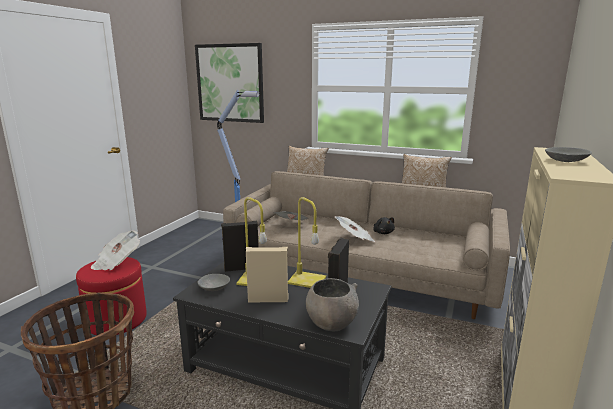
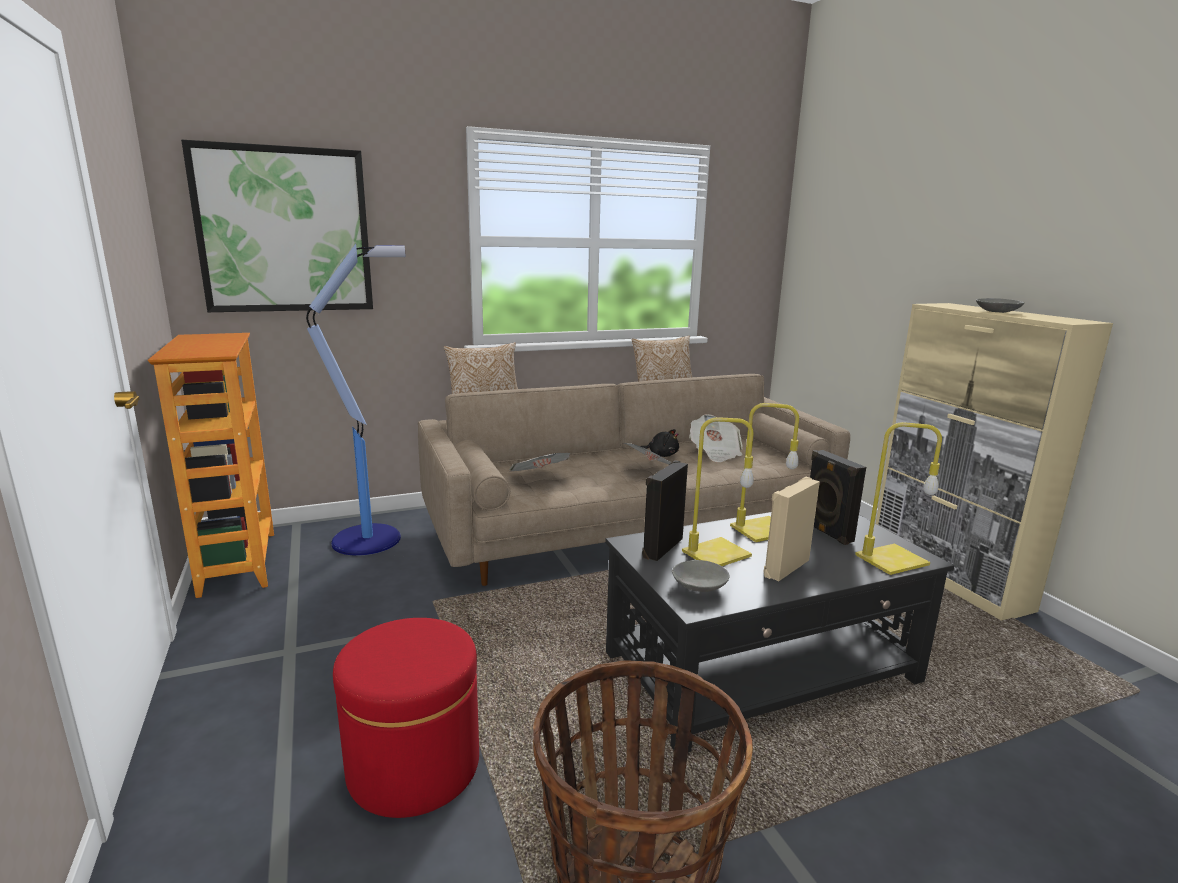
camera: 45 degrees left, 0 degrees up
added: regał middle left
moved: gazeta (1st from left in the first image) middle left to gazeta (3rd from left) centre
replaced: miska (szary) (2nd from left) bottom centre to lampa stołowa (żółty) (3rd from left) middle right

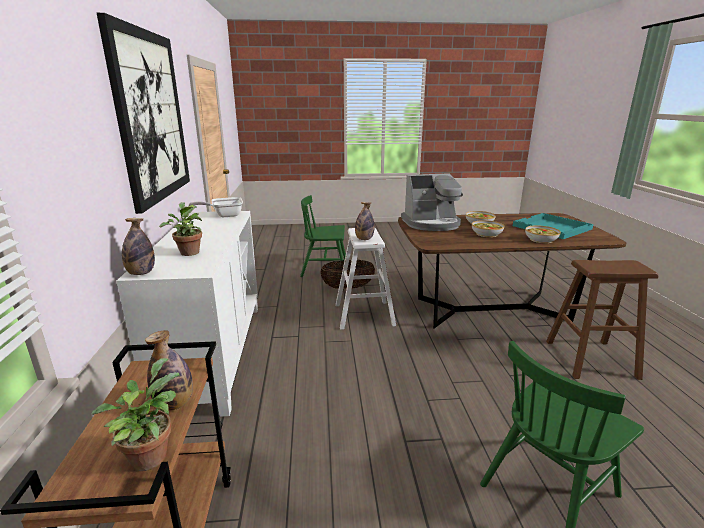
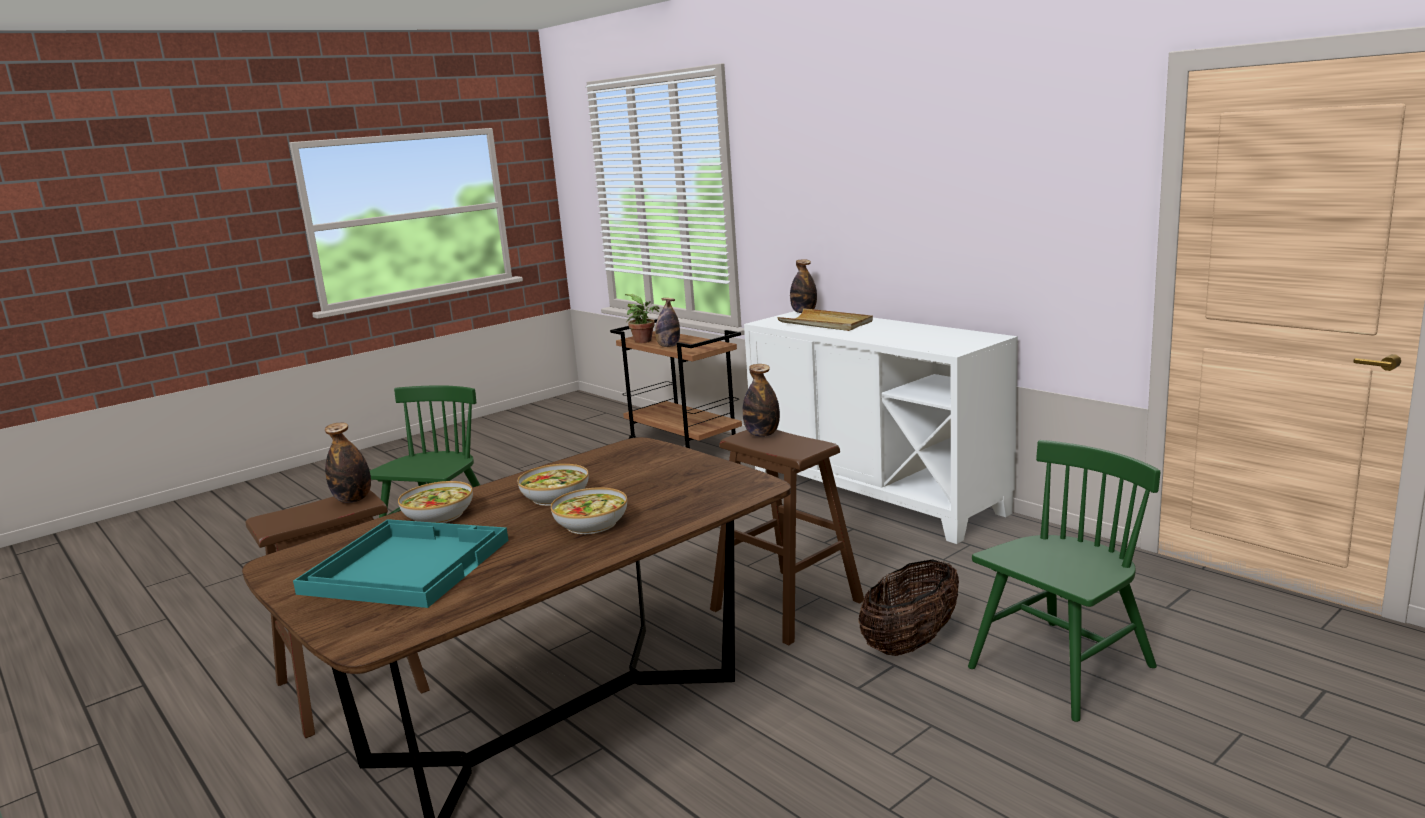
camera: 145 degrees right, 5 degrees down
removed: obraz top left; ekspres do kawy centre; patelnia middle left
added: butelka (1st from left) middle left
replaced: roślina doniczkowa (2nd from left) middle left to taca (beżowy) centre
recoloured: stołek (biały) centre to stołek (brązowy) (2nd from left) centre

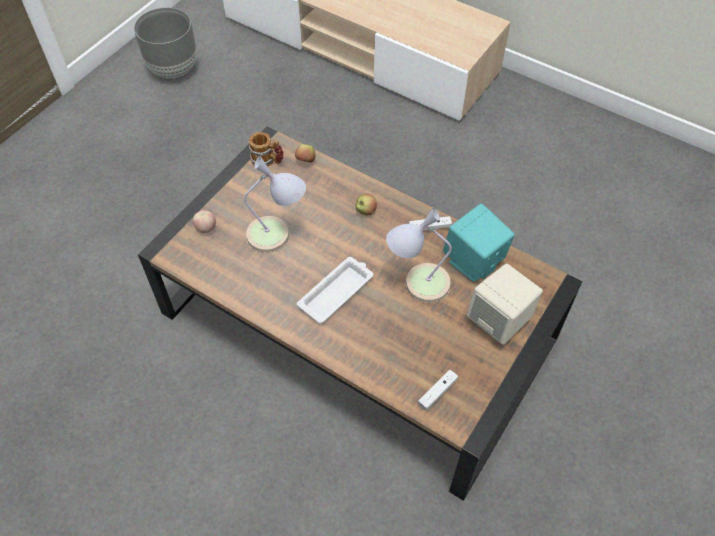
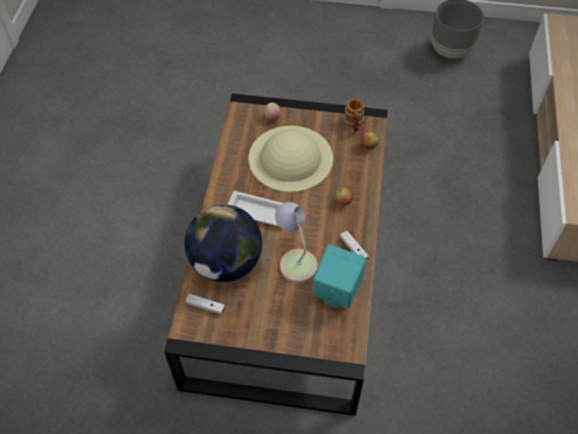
camera: 65 degrees right, 0 degrees up
removed: głośnik (beżowy) middle right
added: globus centre
replaced: lampa stołowa (1st from left) centre to kapelusz (beżowy) centre

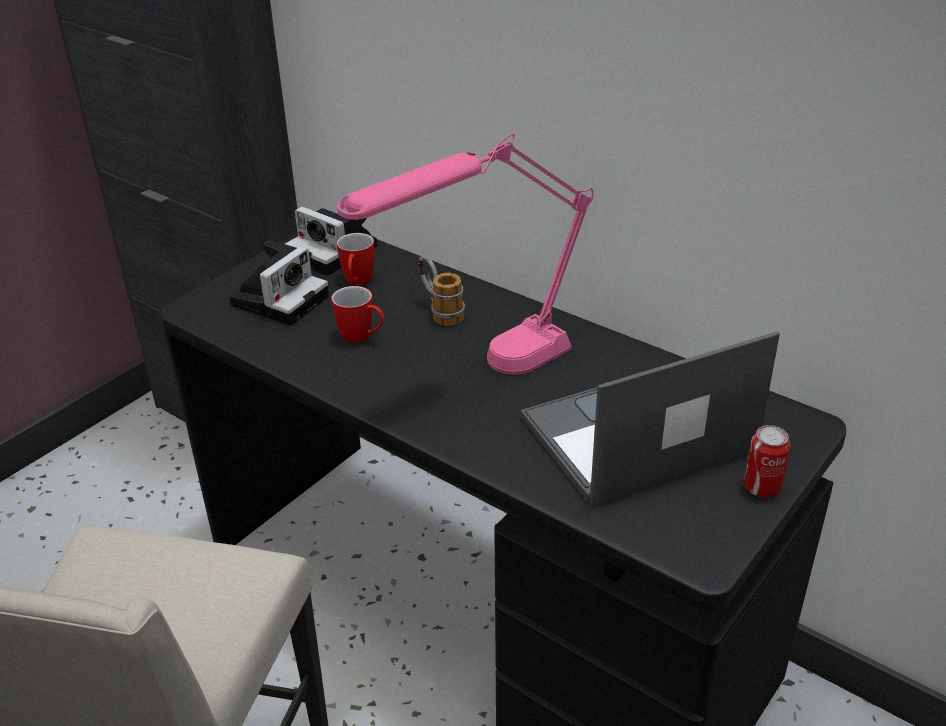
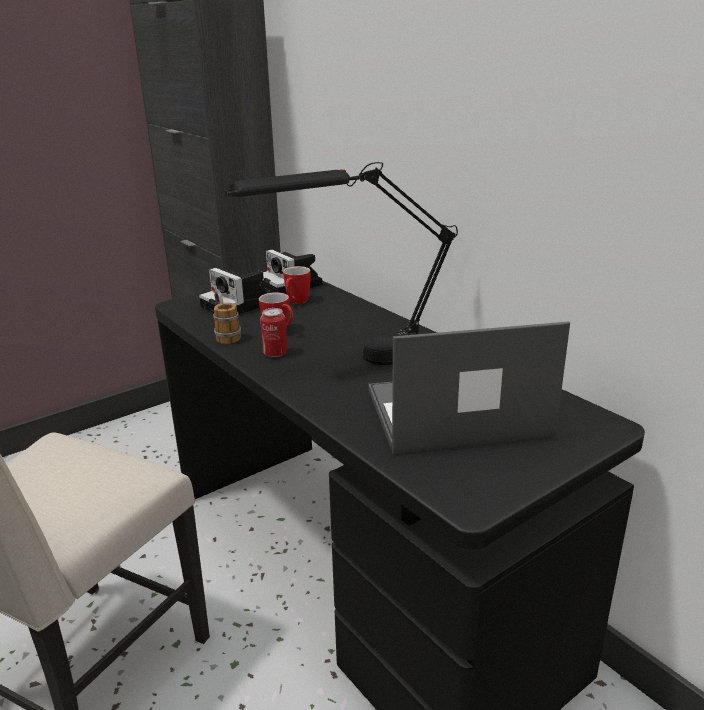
camera: 15 degrees right, 10 degrees down
moved: kubek (3rd from left in the first image) centre to kubek (1st from left) middle left; puszka middle right to centre
recoloured: lampa stołowa (różowy) centre to lampa stołowa (czarny) centre
turned: aparat fotograficzny (1st from left) middle left = middle left 90 degrees clockwise

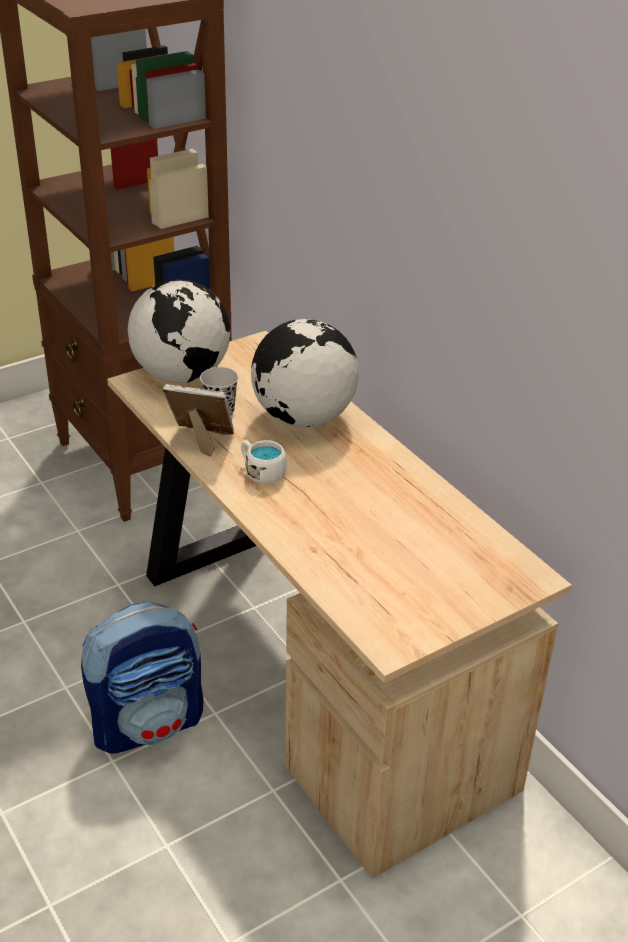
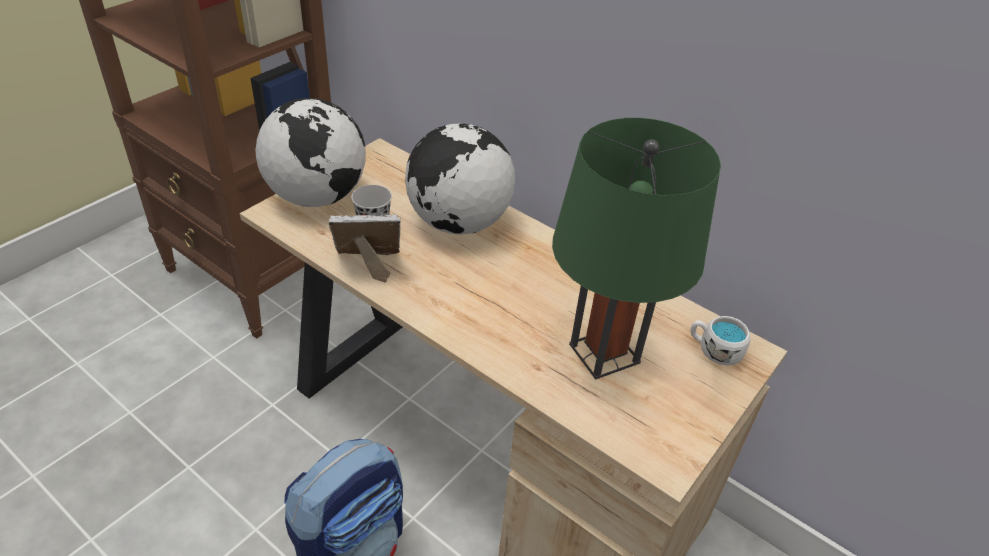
camera: 20 degrees left, 5 degrees up
added: lampa stołowa (zielony) centre
moved: kubek (biały) centre to middle right

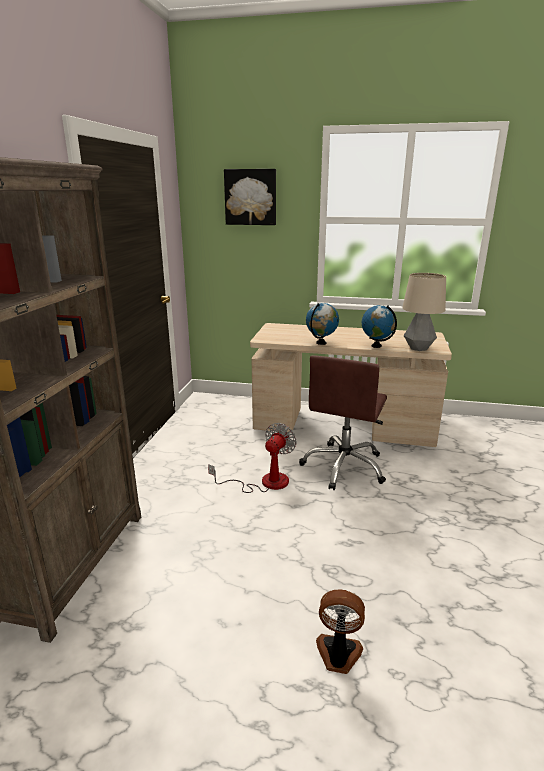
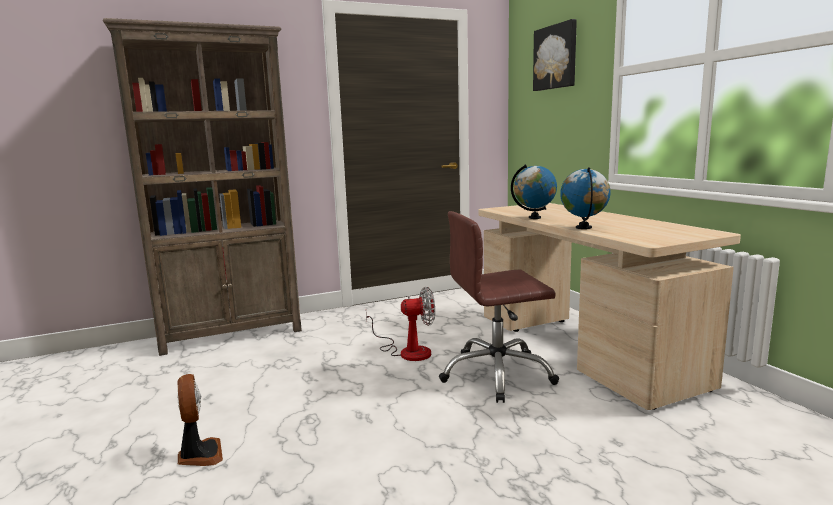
camera: 55 degrees right, 10 degrees down
removed: lampa stołowa middle right

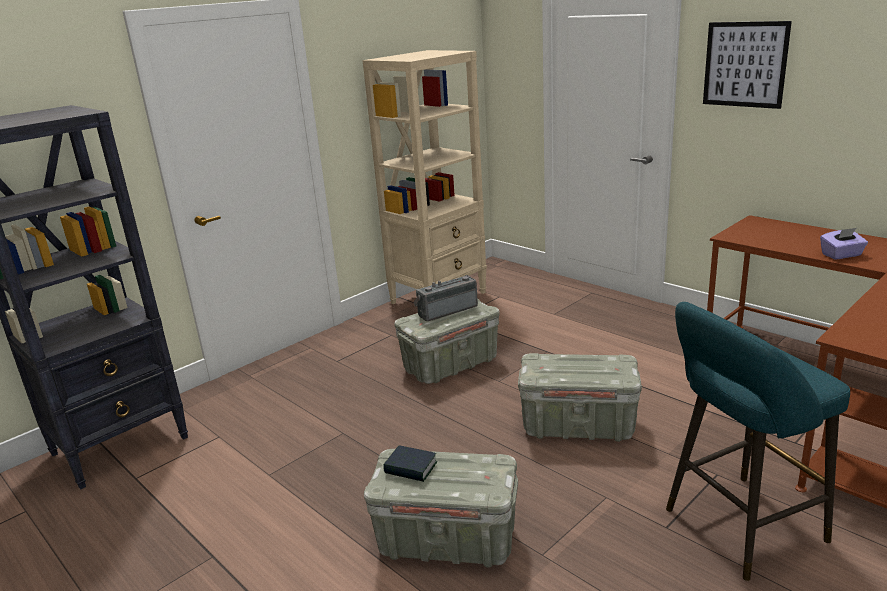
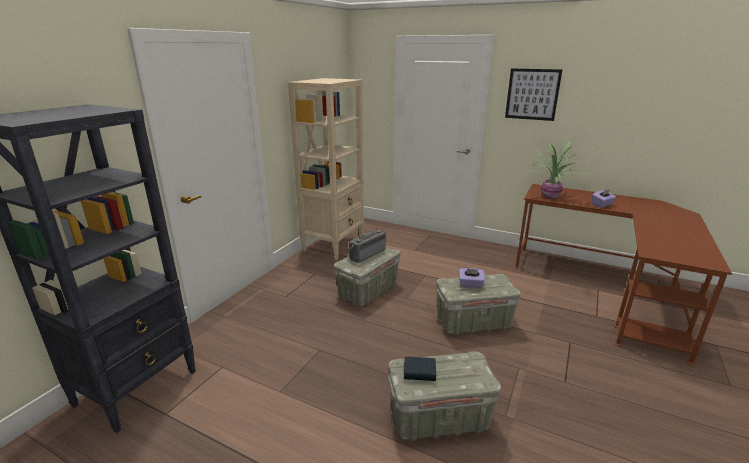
camera: 20 degrees left, 0 degrees up
removed: stołek (turkusowy) bottom right
added: roślina doniczkowa middle right; pudełko chusteczek (fioletowy) (1st from left) centre

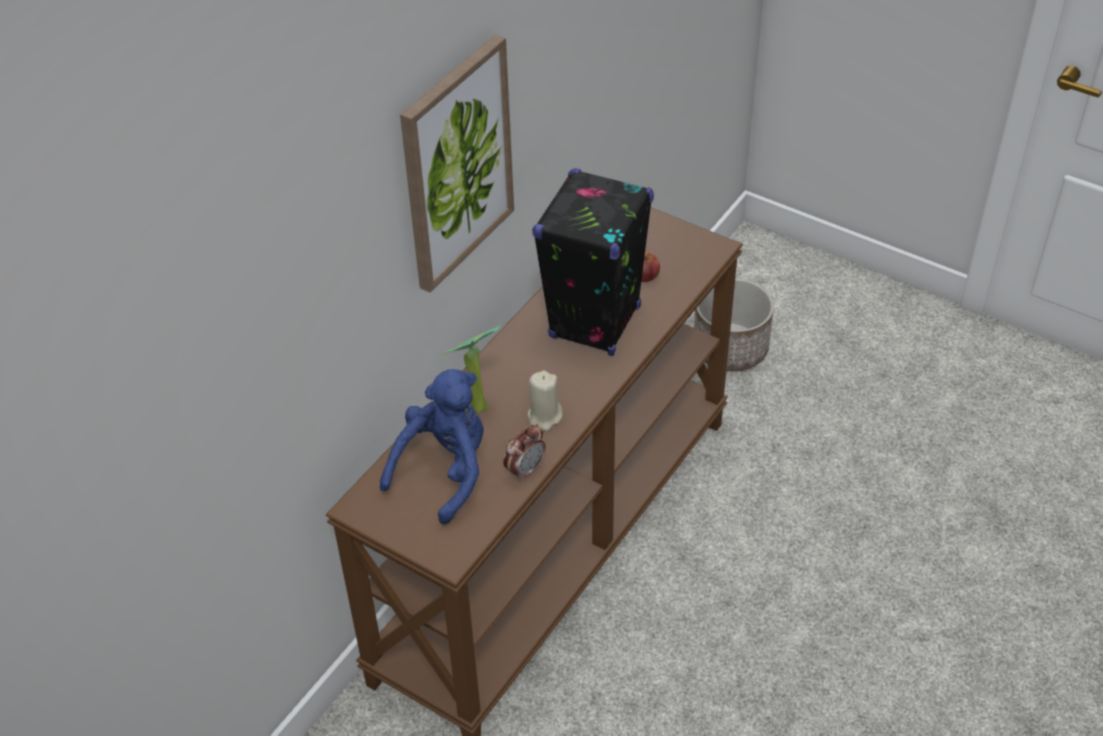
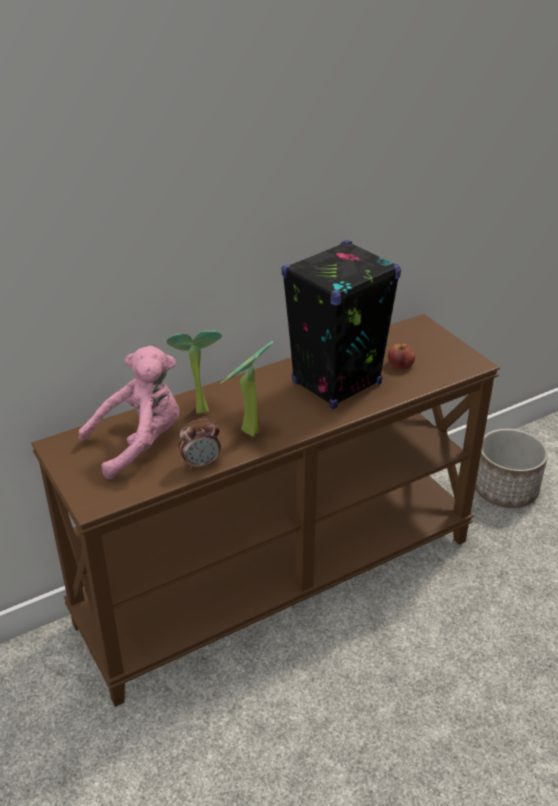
camera: 25 degrees right, 10 degrees down
removed: obraz top centre
replaced: świeca (beżowy) centre to roślina doniczkowa (2nd from left) centre
recoloured: pluszak (niebieski) centre to pluszak (różowy) middle left

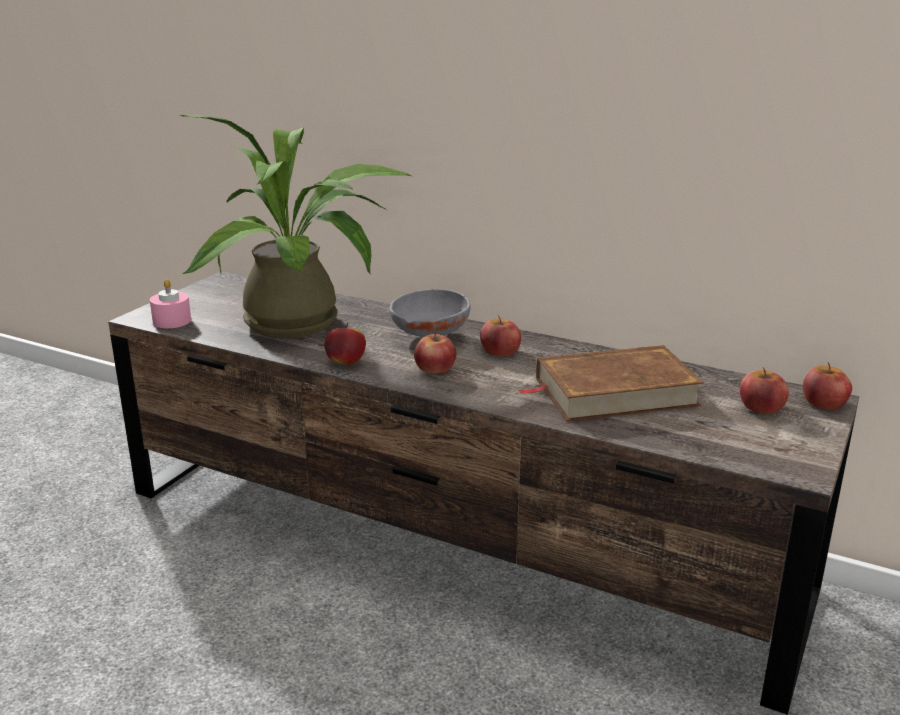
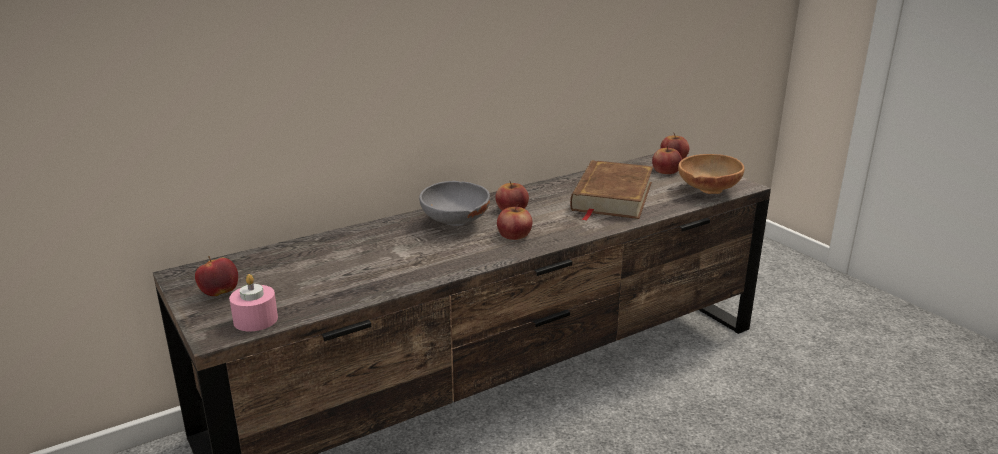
camera: 60 degrees left, 0 degrees up
removed: roślina doniczkowa top left
added: miska (brązowy) middle right
moved: jabłko (1st from left) centre to middle left

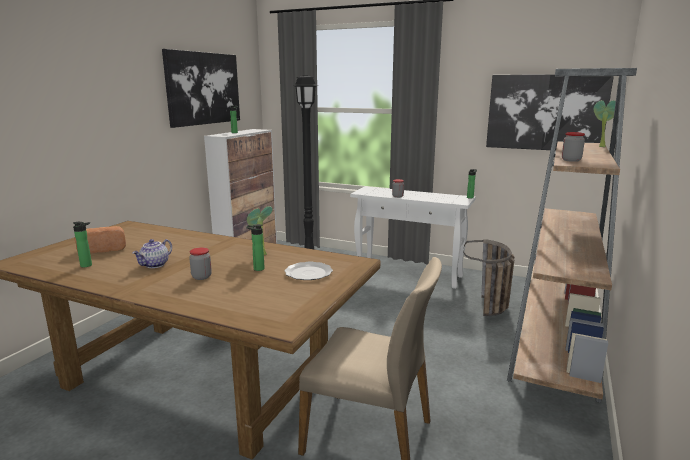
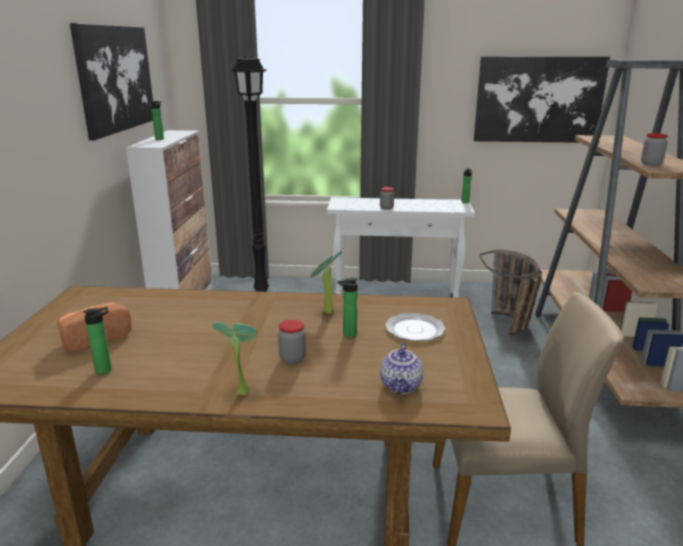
camera: 20 degrees left, 5 degrees up
moved: roślina doniczkowa (2nd from left in the first image) top right to roślina doniczkowa (1st from left) centre; imbryk middle left to bottom centre

